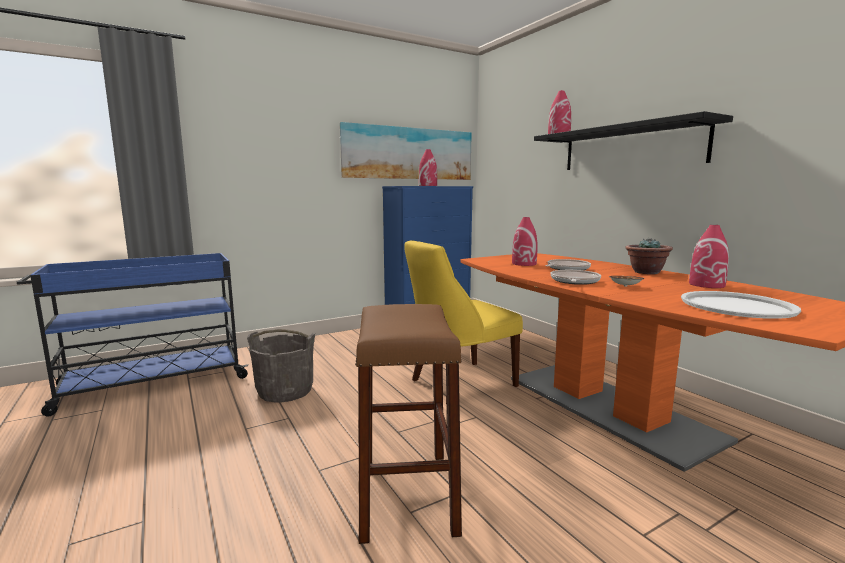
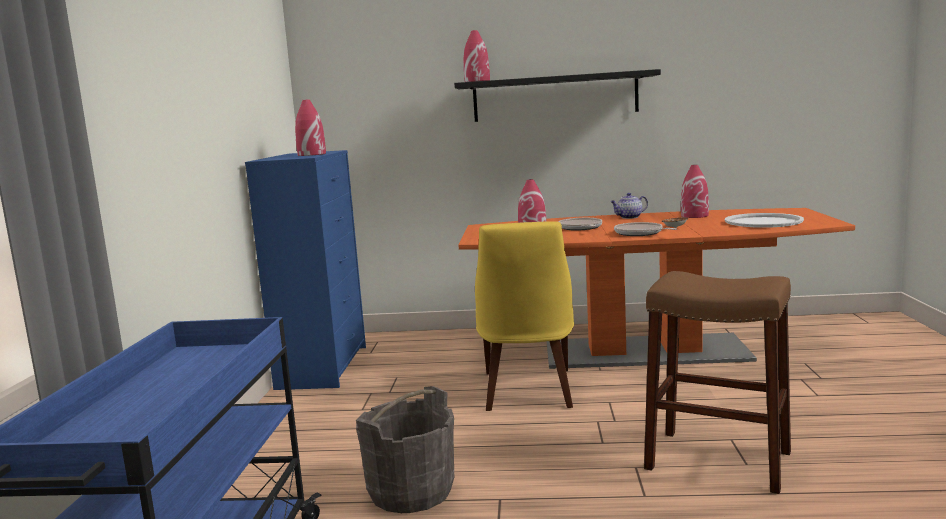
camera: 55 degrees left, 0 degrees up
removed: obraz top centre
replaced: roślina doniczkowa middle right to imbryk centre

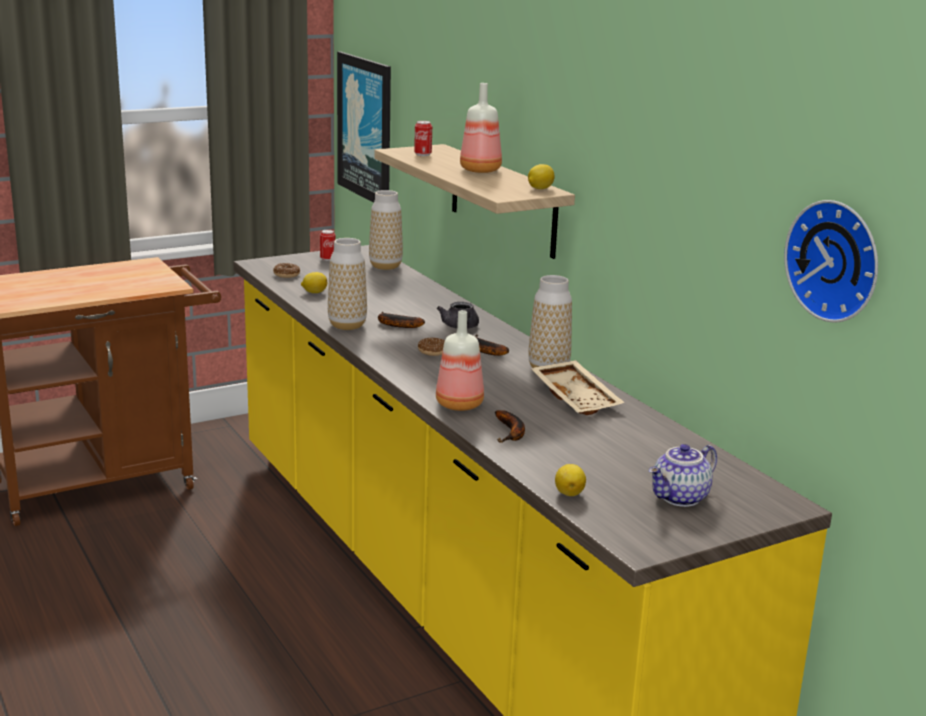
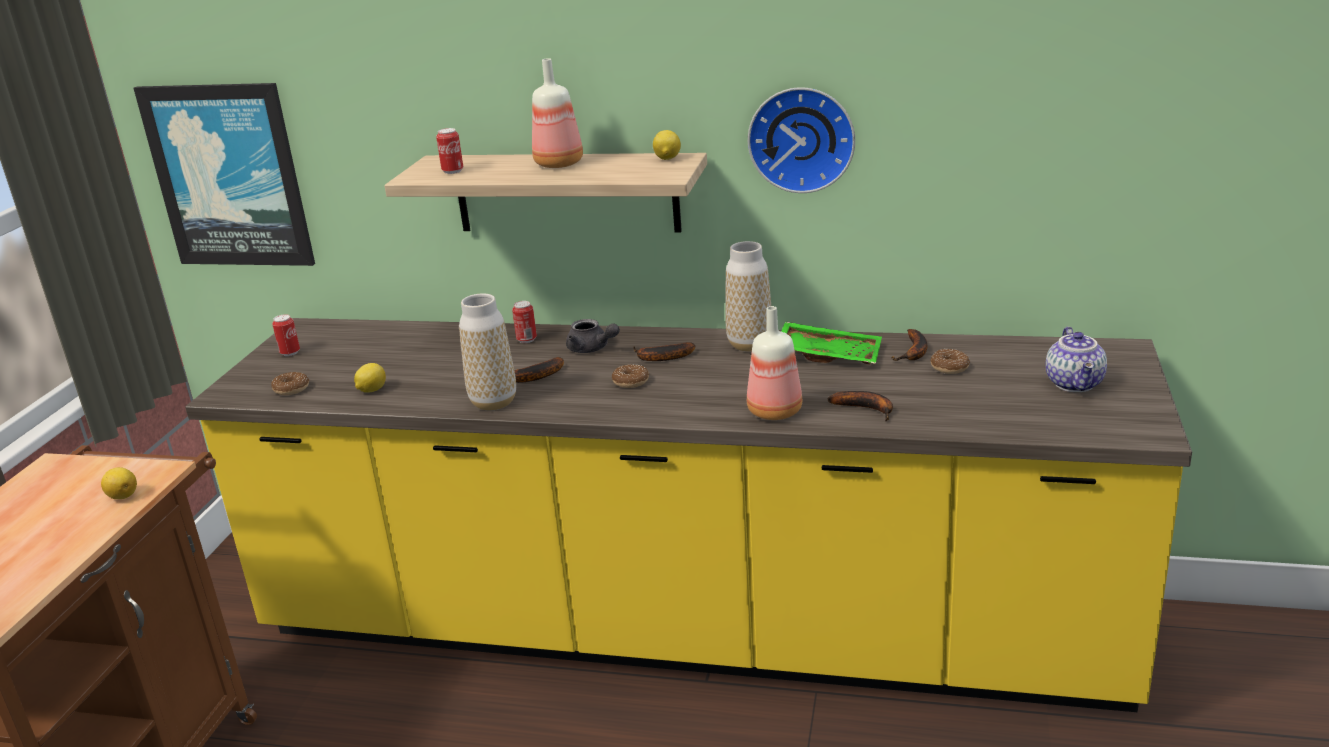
camera: 45 degrees left, 5 degrees up
removed: wazon (2nd from left) top centre
added: puszka (3rd from left) centre; banan (4th from left) middle right; donut (3rd from left) middle right
moved: zegar ścienny middle right to top centre; cytryna (3rd from left in the first image) bottom centre to cytryna (1st from left) middle left
recoloured: taca (beżowy) centre to taca (zielony) centre

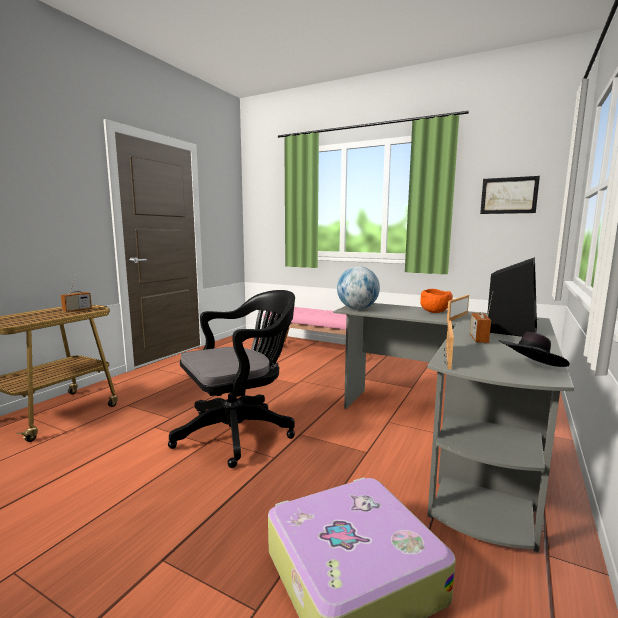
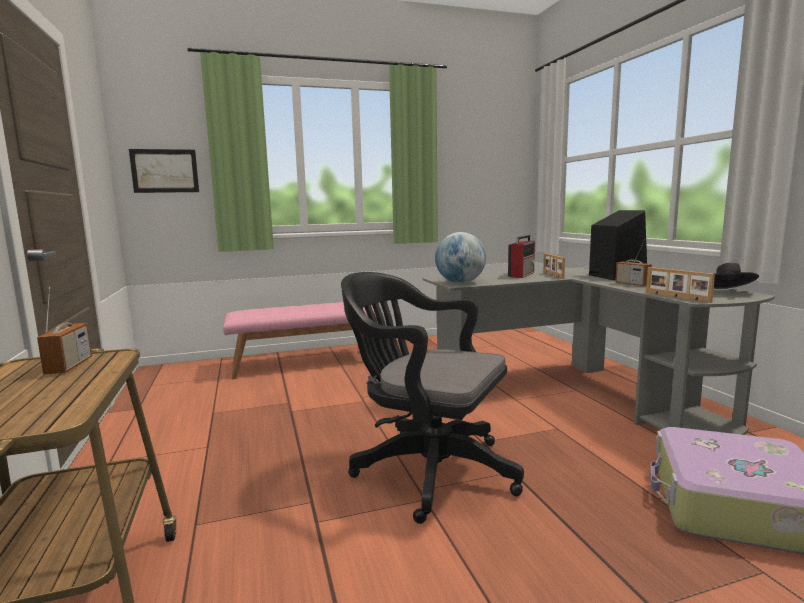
camera: 45 degrees left, 0 degrees up
moved: obraz top right to top left
replaced: miska (pomarańczowy) middle right to radio (2nd from left) centre
turned: krzesło biurowe (czarny) centre = centre 75 degrees counterclockwise

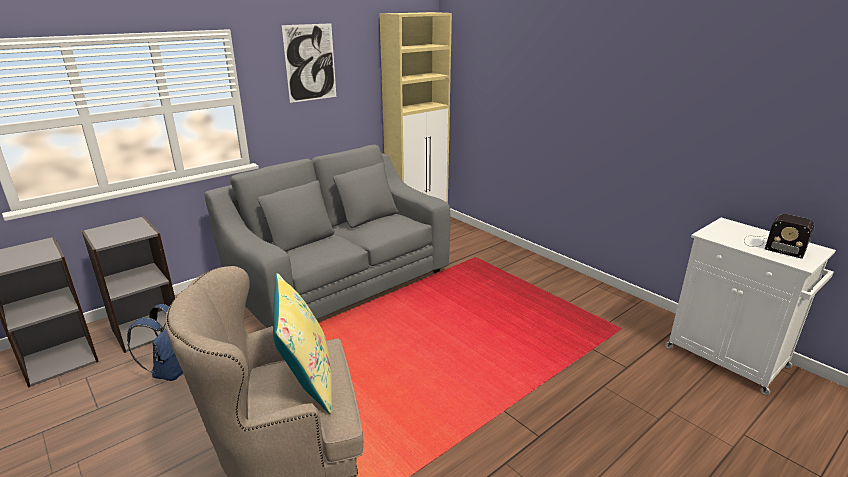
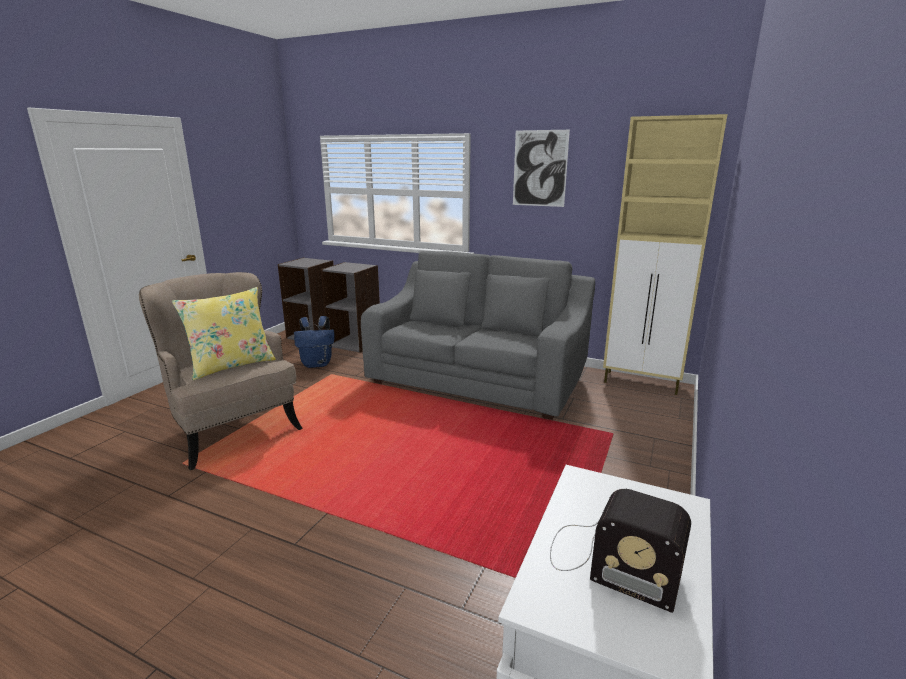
camera: 65 degrees right, 5 degrees down
turned: radio middle right = bottom right 75 degrees counterclockwise

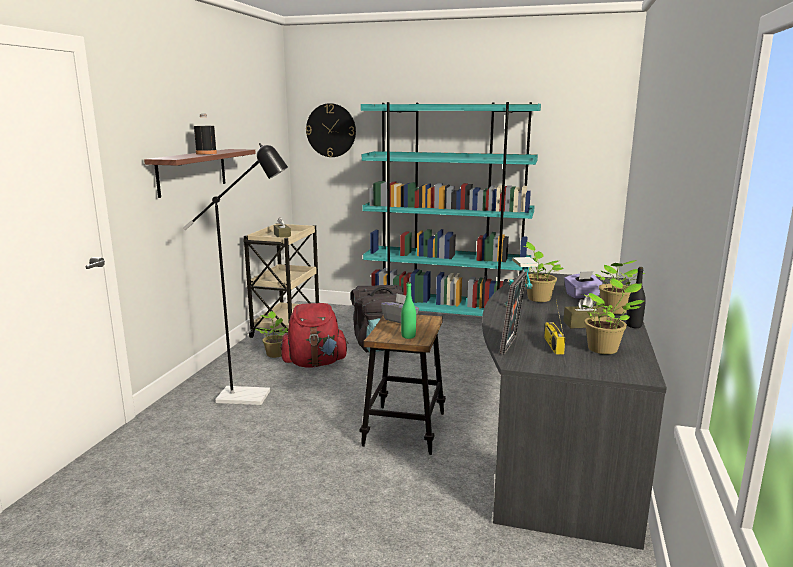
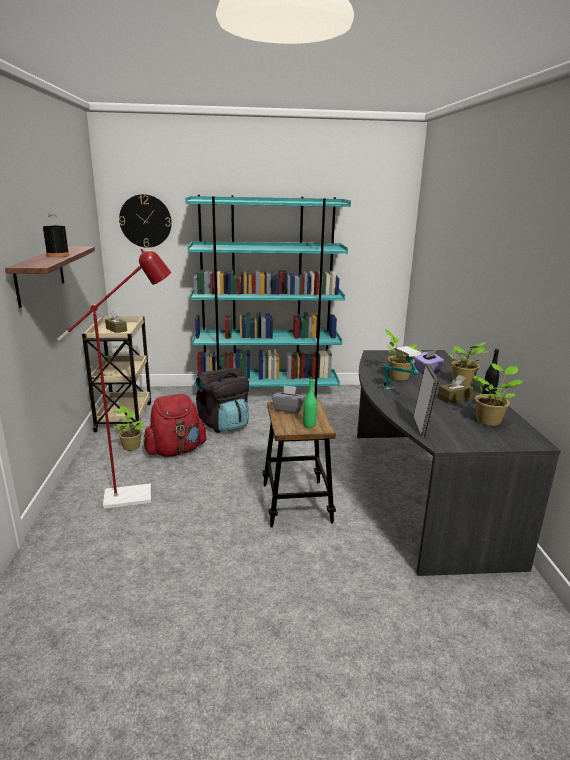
camera: 20 degrees left, 5 degrees up
removed: radio middle right
recoloured: lampa stojąca (czarny) middle left to lampa stojąca (czerwony) middle left

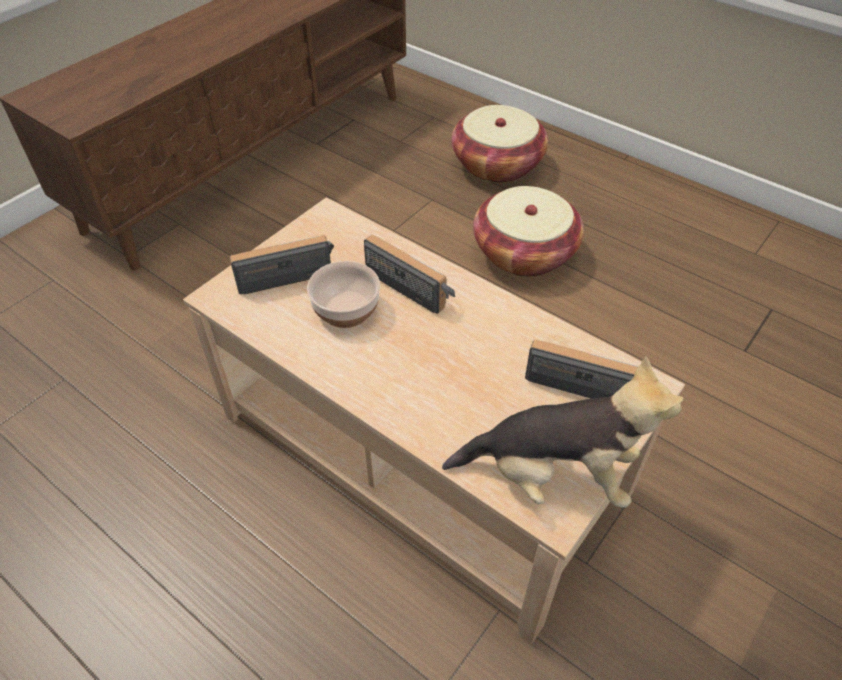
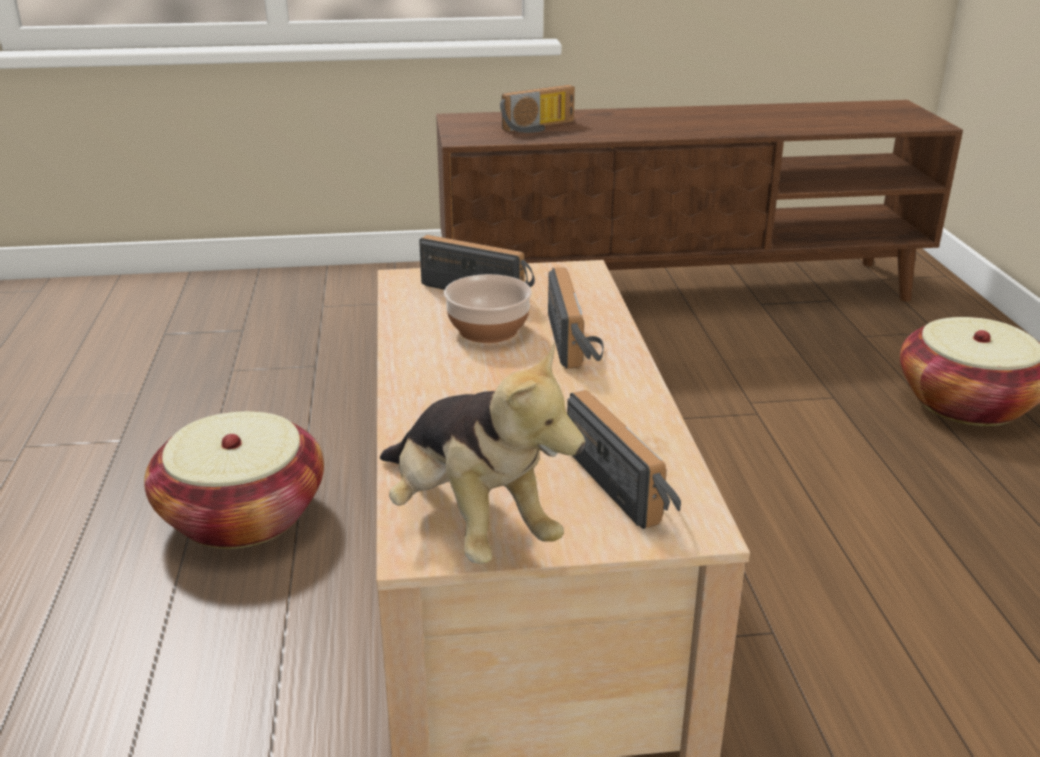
camera: 45 degrees right, 20 degrees down
added: radio (2nd from left) top centre
moved: koszyk (2nd from left in the first image) centre to koszyk (1st from left) middle left

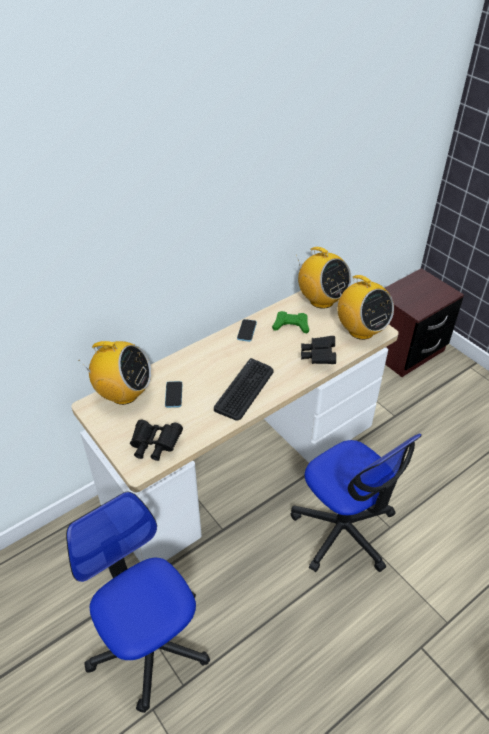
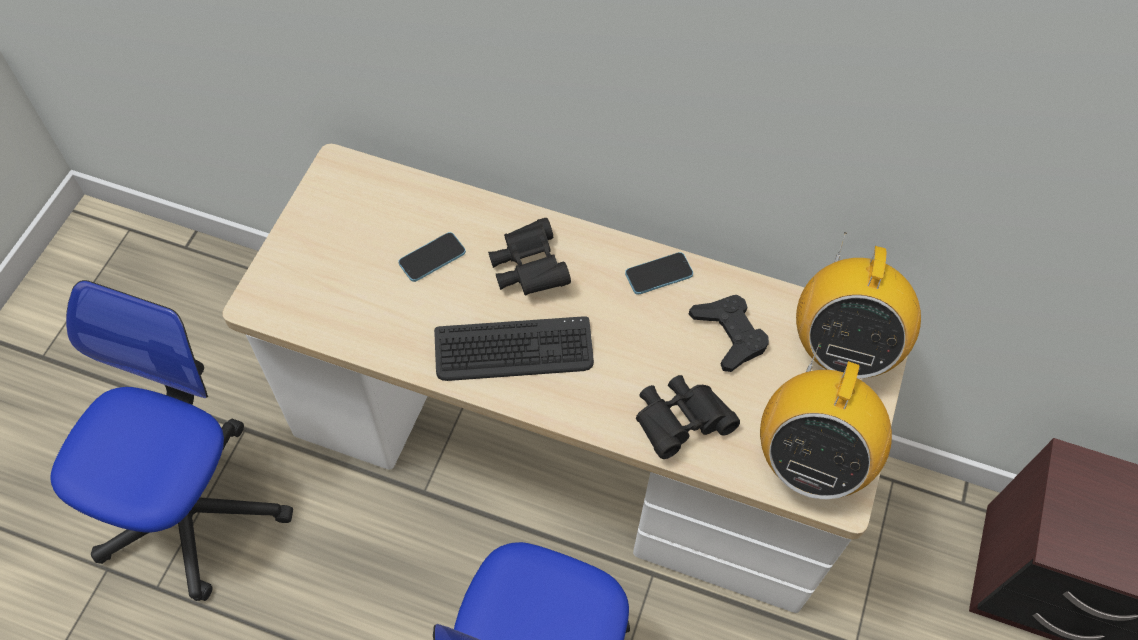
camera: 55 degrees right, 15 degrees up
removed: radio (1st from left) middle left
moved: lornetka (czarny) (1st from left) middle left to centre
recoloured: pad do gier (zielony) centre to pad do gier (czarny) centre

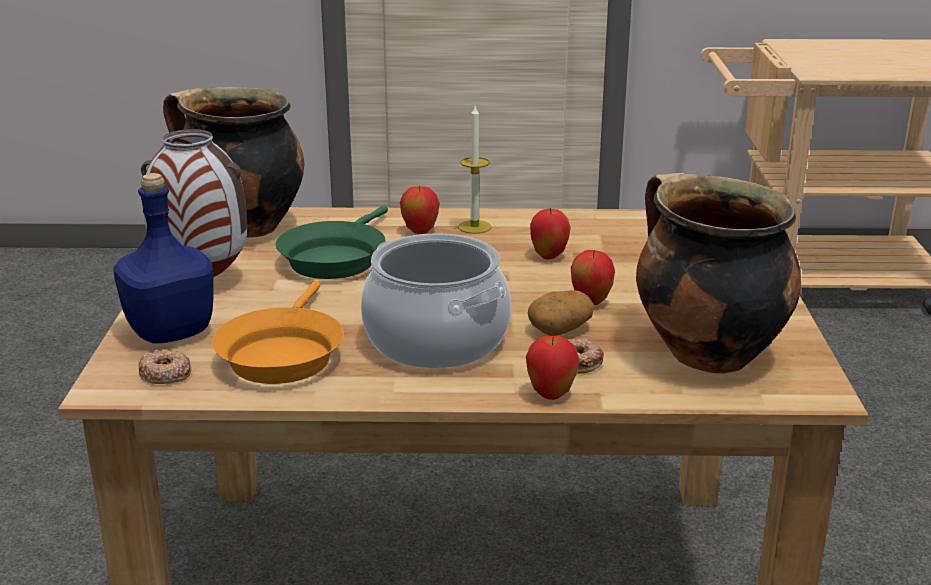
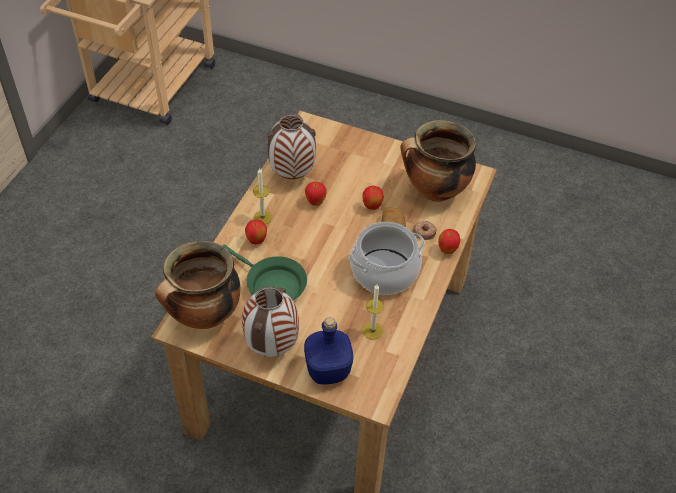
camera: 70 degrees left, 25 degrees up
removed: donut (1st from left) middle left
added: wazon (2nd from left) top centre
replaced: patelnia (pomarańczowy) middle left to świeca (2nd from left) centre

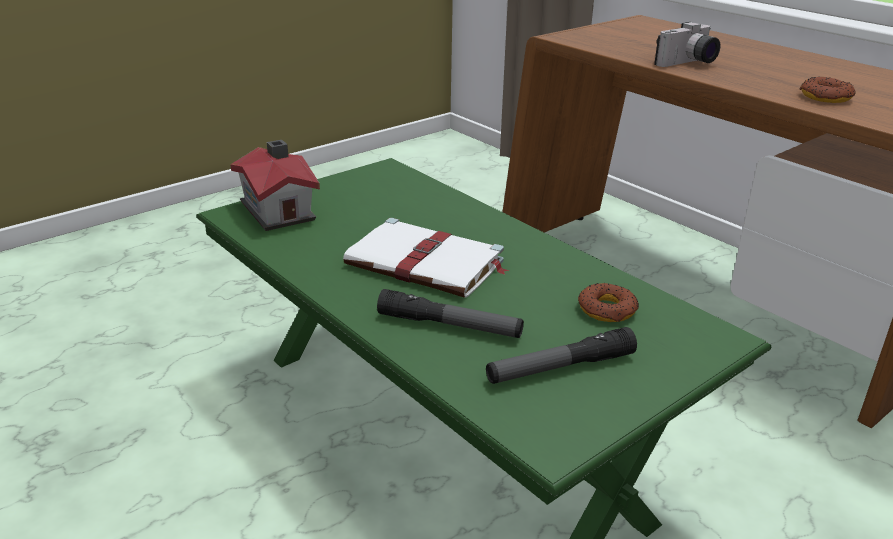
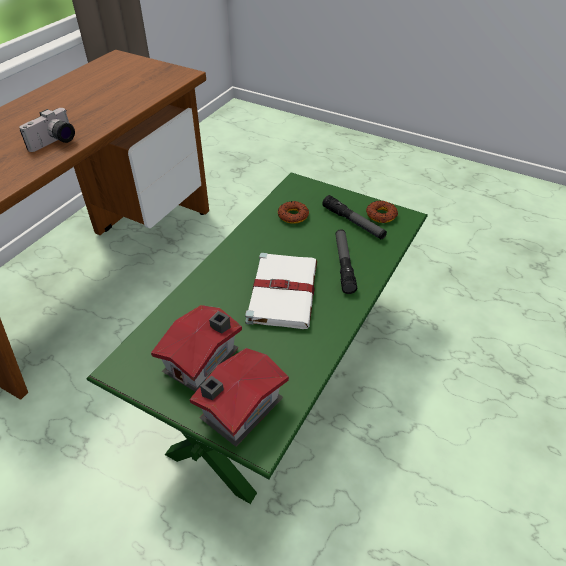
camera: 110 degrees left, 15 degrees up
added: domek (1st from left) centre
moved: donut (2nd from left) top right to middle right
turned: aparat fotograficzny top right = top left 90 degrees clockwise

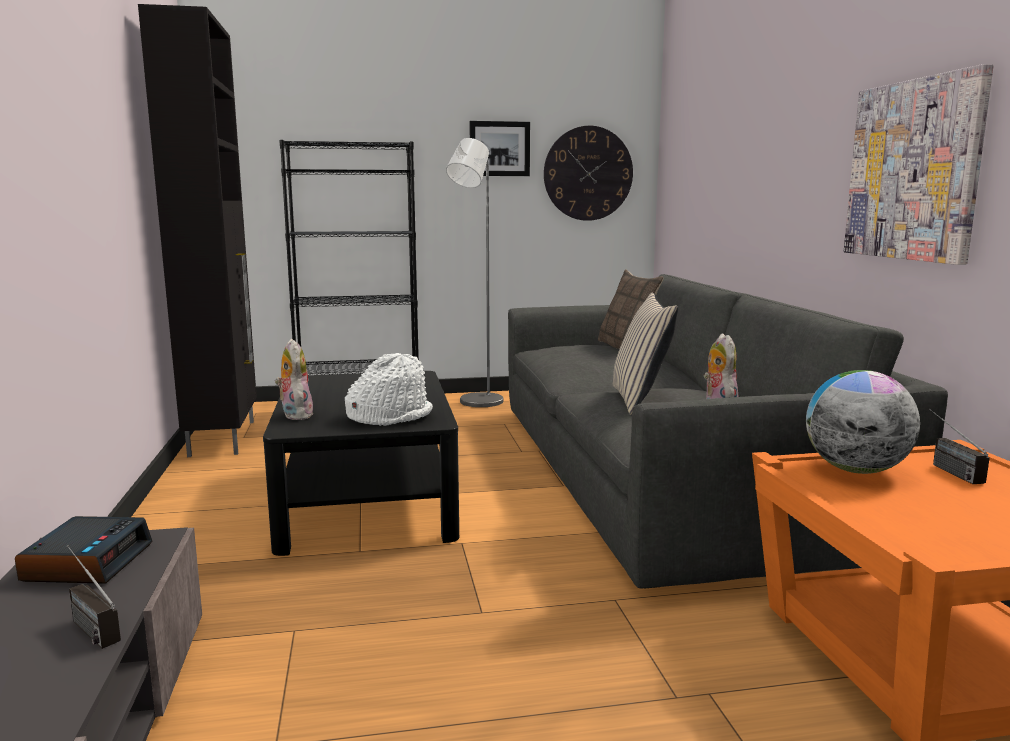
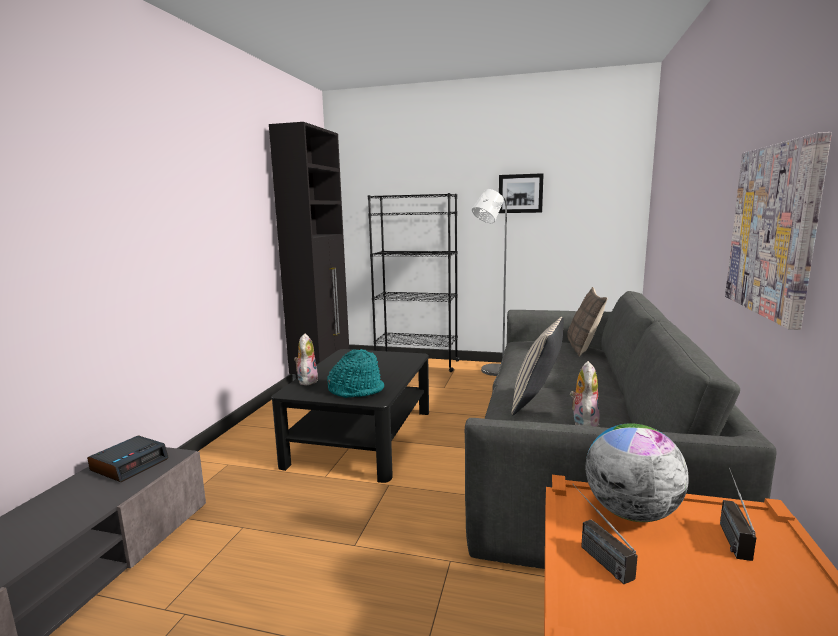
camera: 25 degrees right, 0 degrees up
removed: zegar ścienny top centre
moved: radio (1st from left) bottom left to bottom right
recoloured: kapelusz (biały) centre to kapelusz (turkusowy) centre

